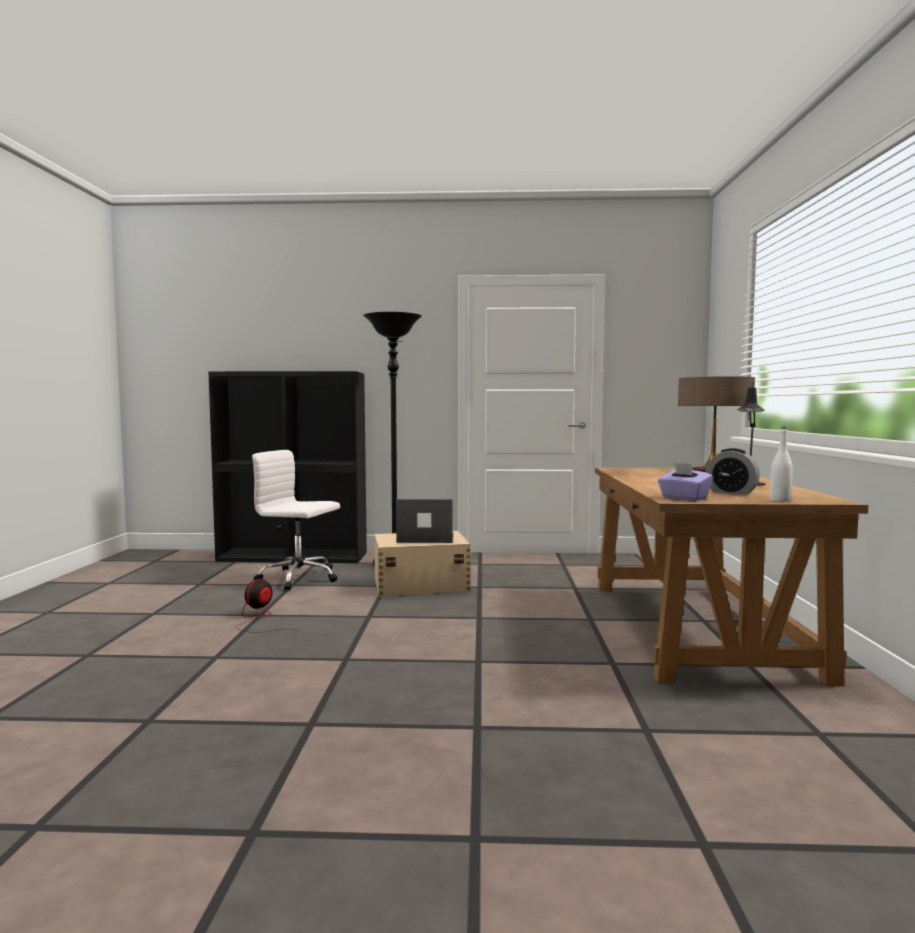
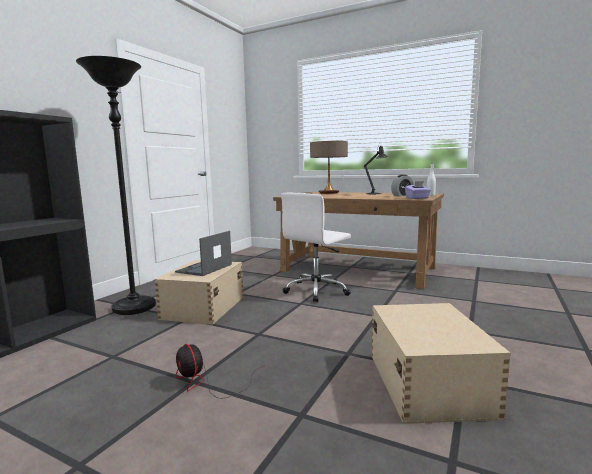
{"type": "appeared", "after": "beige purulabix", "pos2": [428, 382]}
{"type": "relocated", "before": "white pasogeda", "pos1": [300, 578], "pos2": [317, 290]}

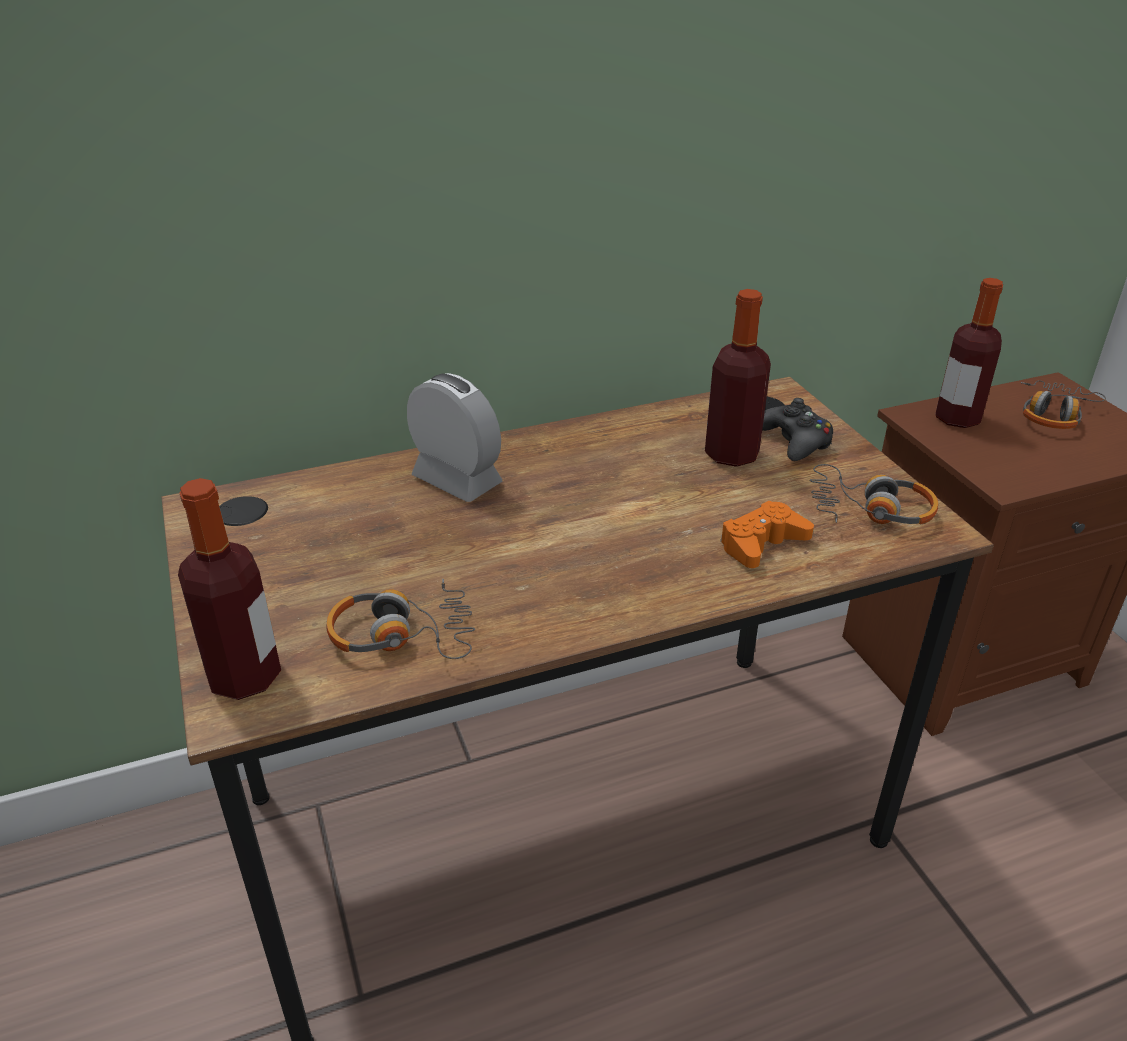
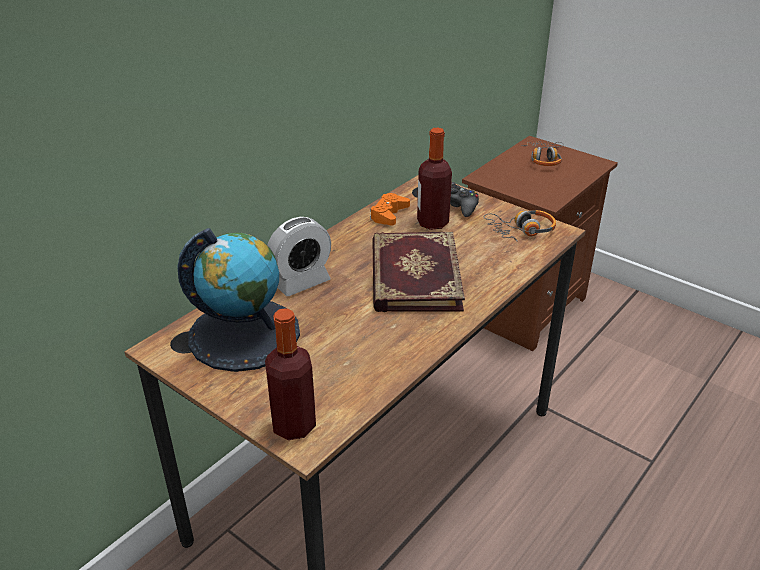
{"type": "missing", "before": "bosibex", "pos1": [402, 635]}
{"type": "missing", "before": "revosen", "pos1": [957, 418]}
{"type": "appeared", "after": "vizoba", "pos2": [244, 334]}
{"type": "appeared", "after": "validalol", "pos2": [413, 276]}
{"type": "relocated", "before": "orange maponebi", "pos1": [762, 543], "pos2": [389, 214]}
{"type": "spun", "before": "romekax", "pos1": [457, 480], "pos2": [301, 282], "turn": 135}

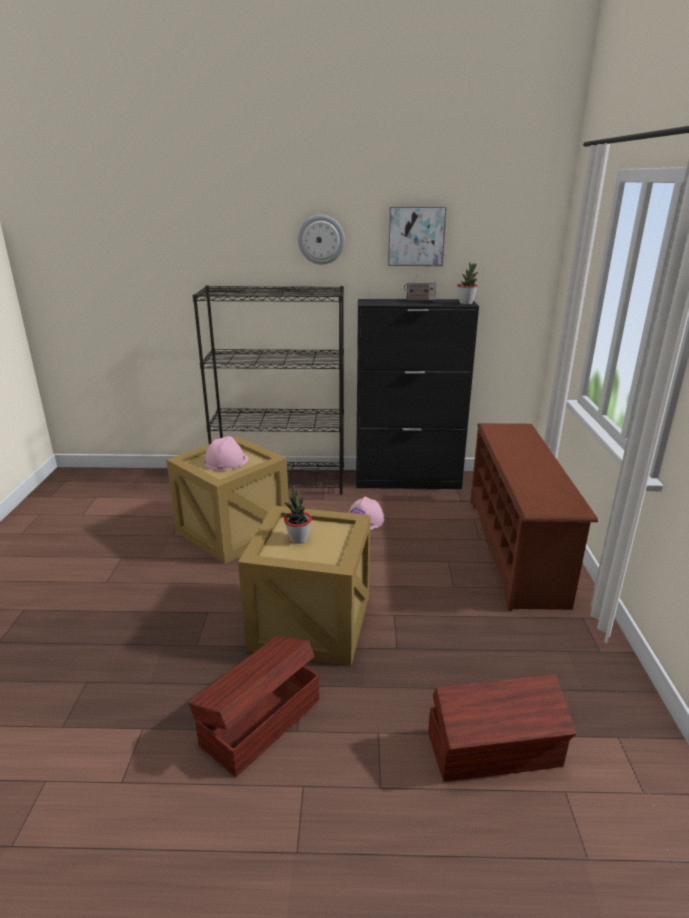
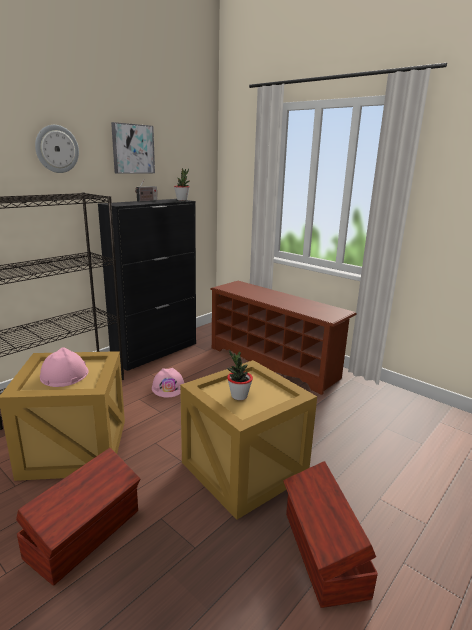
{"type": "relocated", "before": "brown purulabix", "pos1": [495, 751], "pos2": [86, 533]}

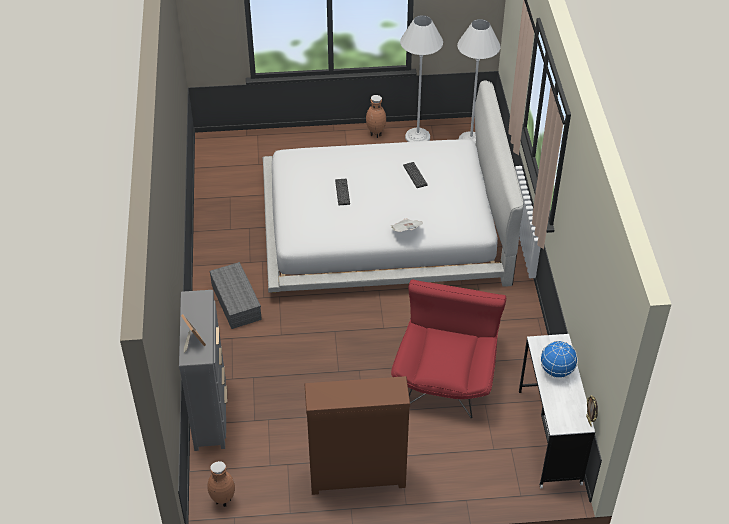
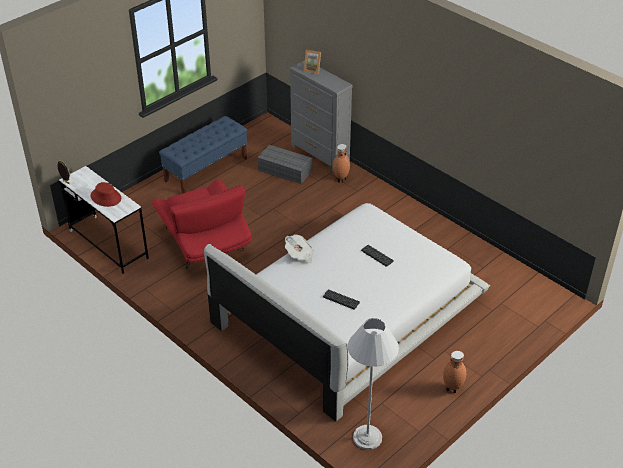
{"type": "missing", "before": "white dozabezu", "pos1": [417, 137]}
{"type": "relocated", "before": "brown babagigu", "pos1": [223, 502], "pos2": [340, 179]}
{"type": "relocated", "before": "grey purulabix", "pos1": [235, 302], "pos2": [286, 170]}
{"type": "exchanged", "before": "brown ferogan", "after": "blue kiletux", "pos1": [356, 477], "pos2": [206, 169]}
{"type": "exchanged", "before": "vizoba", "after": "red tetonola", "pos1": [556, 370], "pos2": [106, 197]}

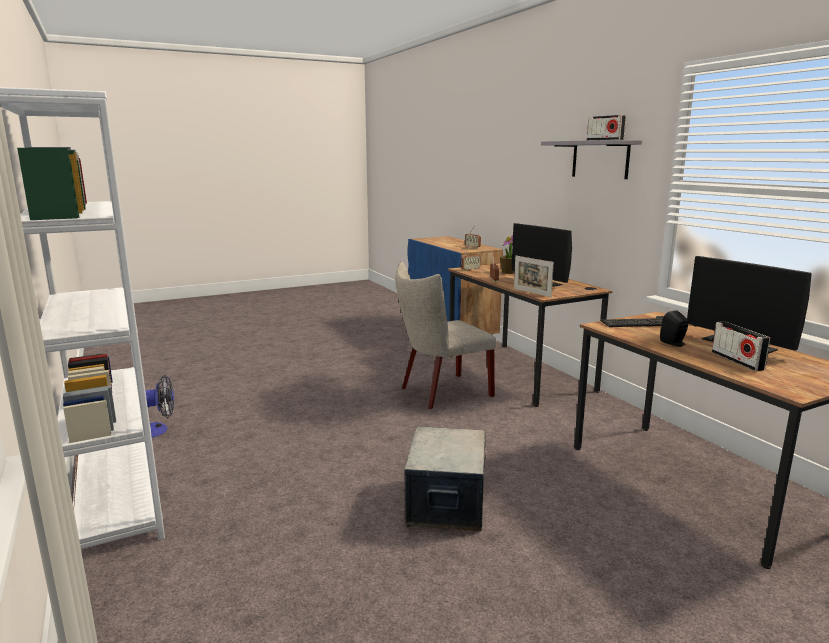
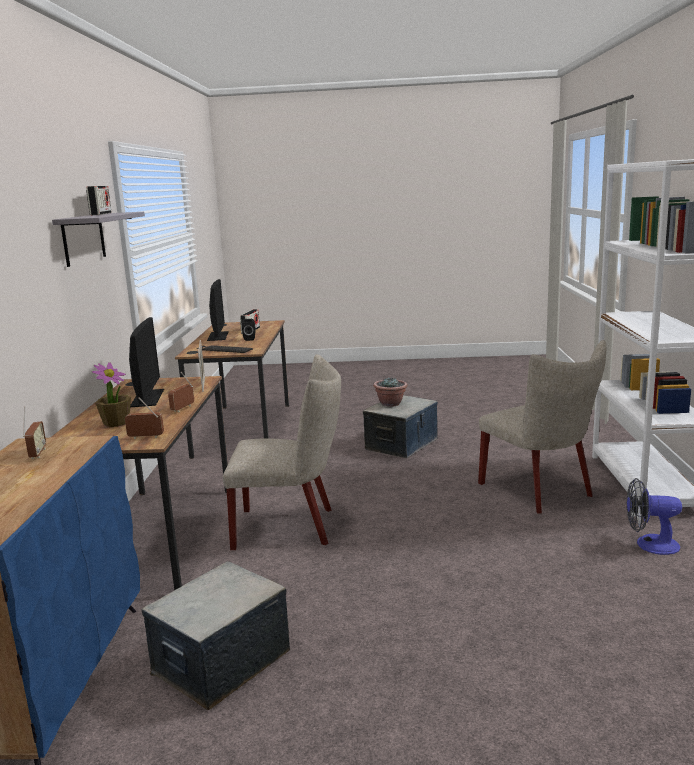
{"type": "appeared", "after": "purulabix", "pos2": [221, 662]}
{"type": "appeared", "after": "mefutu", "pos2": [391, 404]}
{"type": "appeared", "after": "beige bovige", "pos2": [541, 491]}

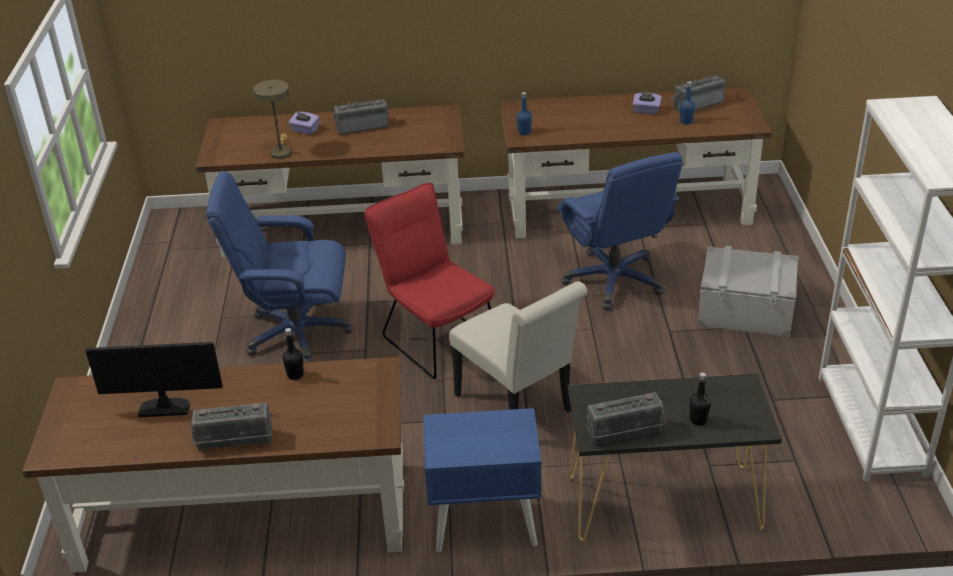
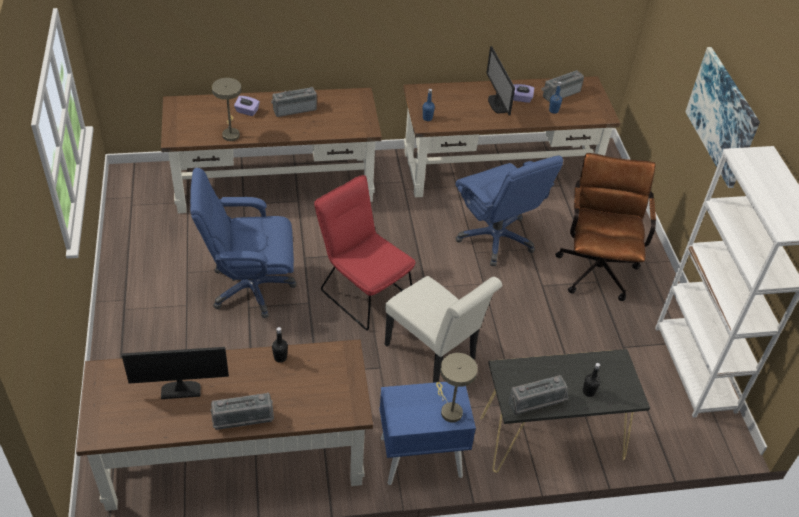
{"type": "appeared", "after": "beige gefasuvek", "pos2": [449, 410]}
{"type": "appeared", "after": "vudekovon", "pos2": [496, 104]}
{"type": "appeared", "after": "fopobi", "pos2": [722, 116]}
{"type": "exchanged", "before": "grey purulabix", "after": "brown pasogeda", "pos1": [745, 309], "pos2": [597, 265]}

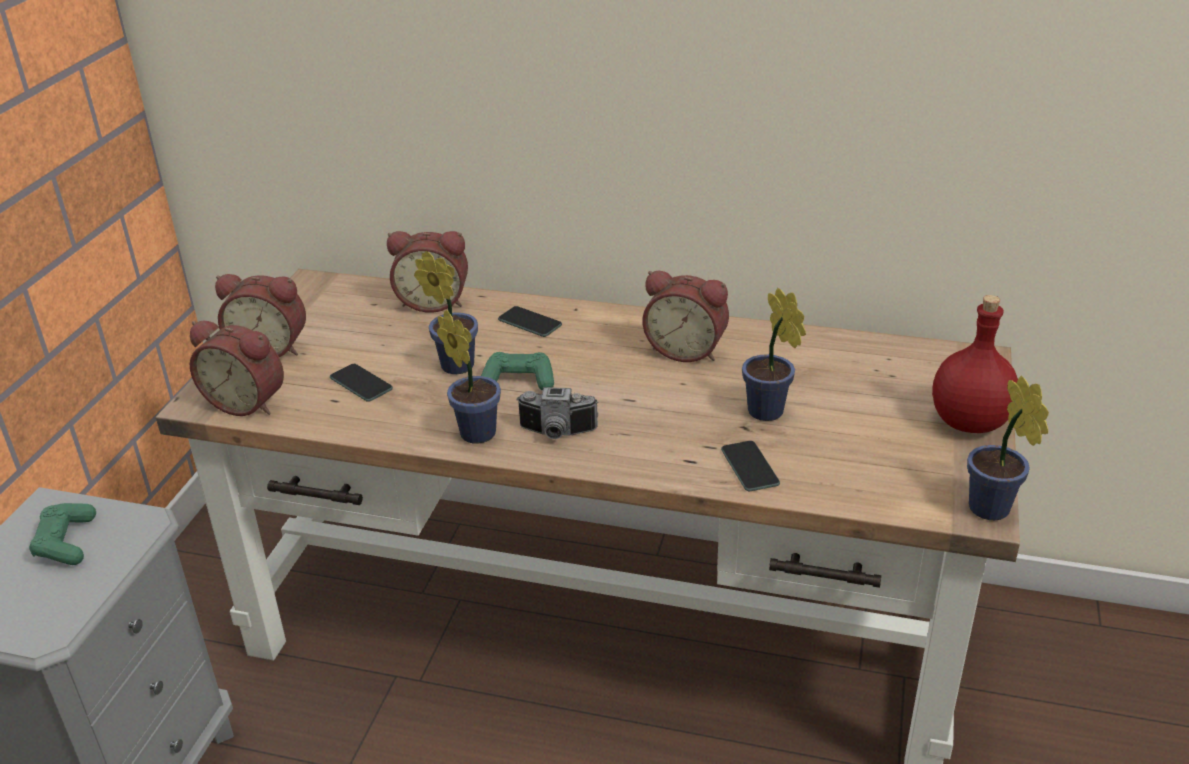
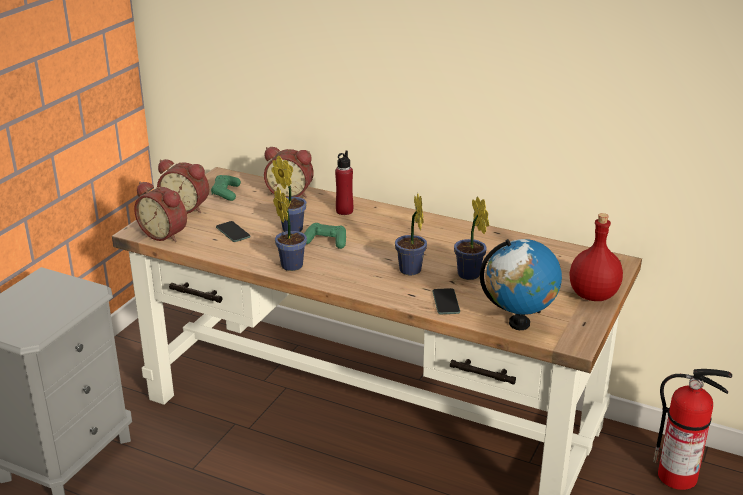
{"type": "missing", "before": "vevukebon", "pos1": [557, 434]}
{"type": "missing", "before": "romekax", "pos1": [686, 349]}
{"type": "appeared", "after": "vizoba", "pos2": [519, 323]}
{"type": "appeared", "after": "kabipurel", "pos2": [679, 476]}
{"type": "relocated", "before": "green maponebi", "pos1": [66, 542], "pos2": [226, 193]}
{"type": "relocated", "before": "mefutu", "pos1": [992, 511], "pos2": [410, 272]}
{"type": "exchanged", "before": "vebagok", "after": "red revosen", "pos1": [529, 322], "pos2": [344, 211]}

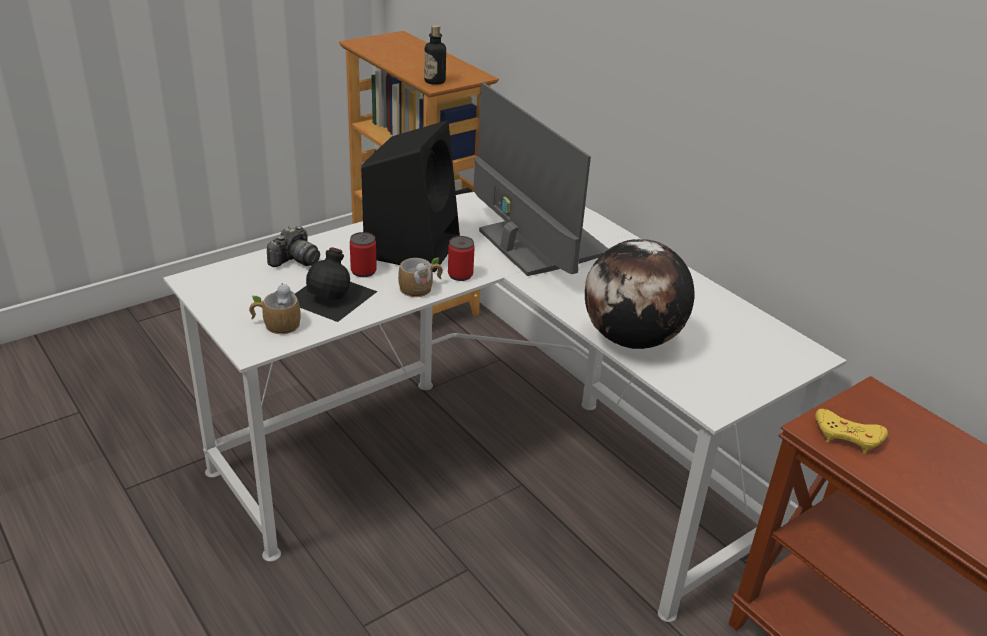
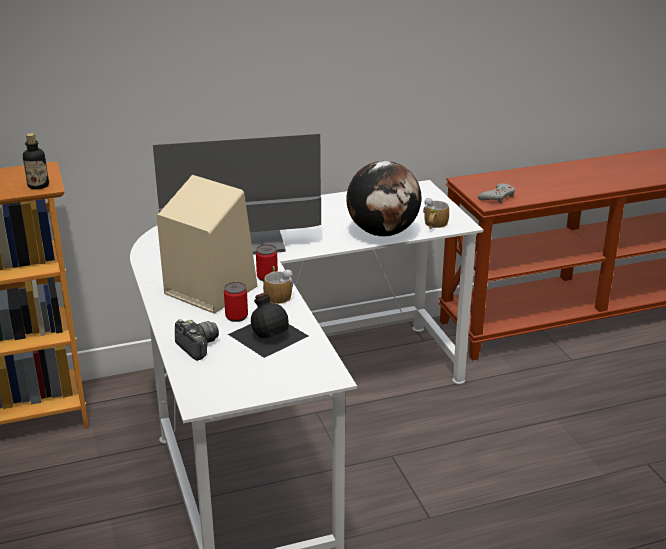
{"type": "relocated", "before": "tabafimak", "pos1": [276, 324], "pos2": [434, 225]}
{"type": "colour", "before": "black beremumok", "after": "beige beremumok", "pos1": [413, 246], "pos2": [208, 290]}
{"type": "colour", "before": "yellow maponebi", "after": "grey maponebi", "pos1": [848, 436], "pos2": [497, 197]}

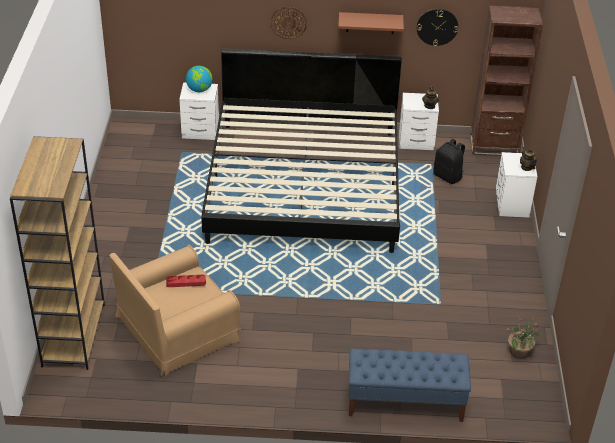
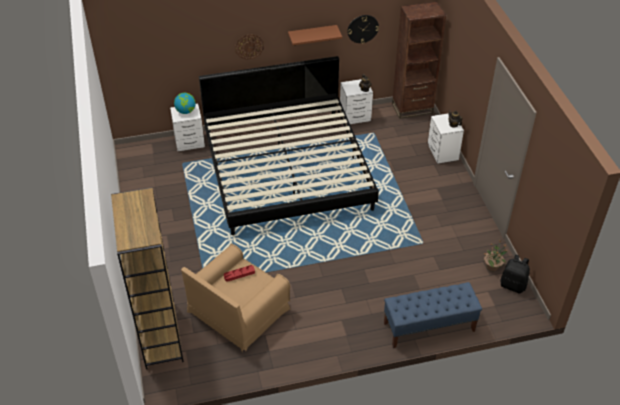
{"type": "relocated", "before": "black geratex", "pos1": [448, 176], "pos2": [513, 285]}

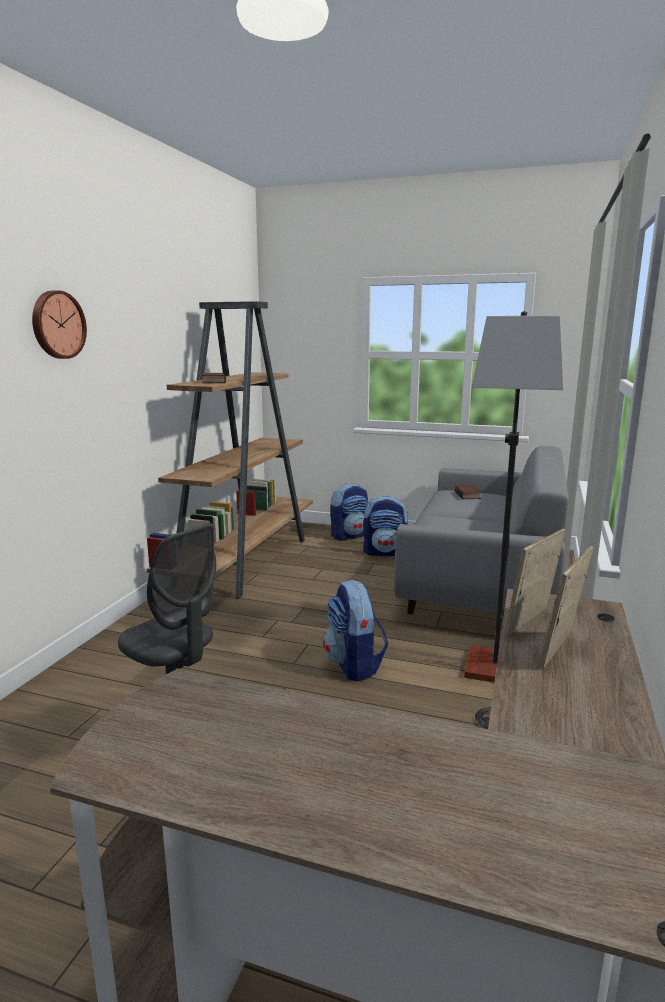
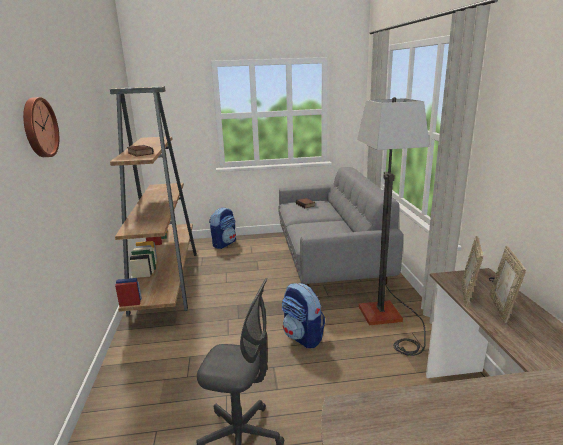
{"type": "missing", "before": "geratex", "pos1": [385, 552]}

